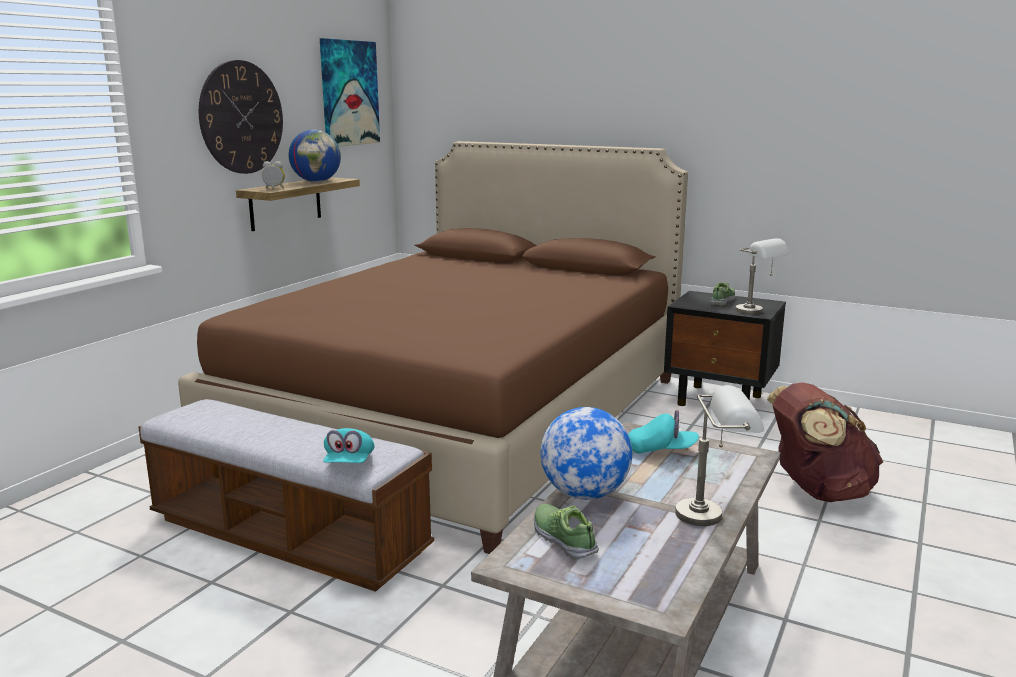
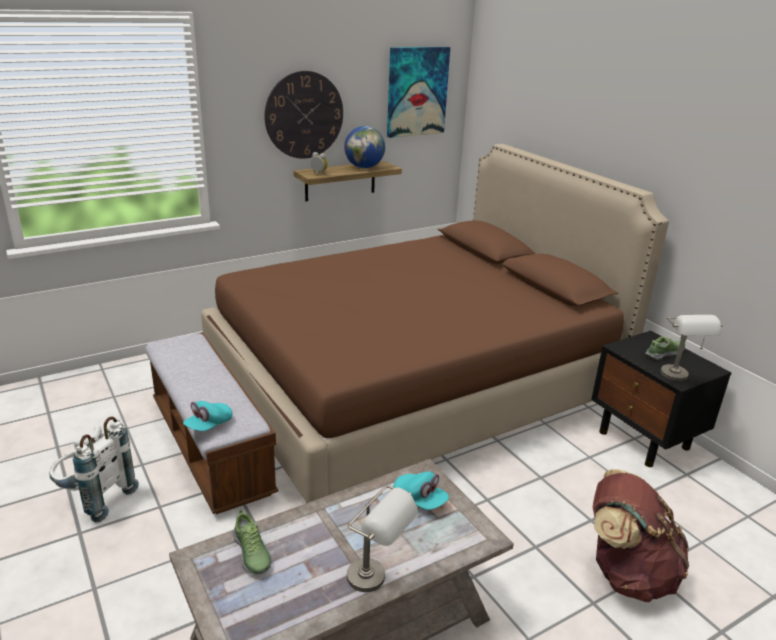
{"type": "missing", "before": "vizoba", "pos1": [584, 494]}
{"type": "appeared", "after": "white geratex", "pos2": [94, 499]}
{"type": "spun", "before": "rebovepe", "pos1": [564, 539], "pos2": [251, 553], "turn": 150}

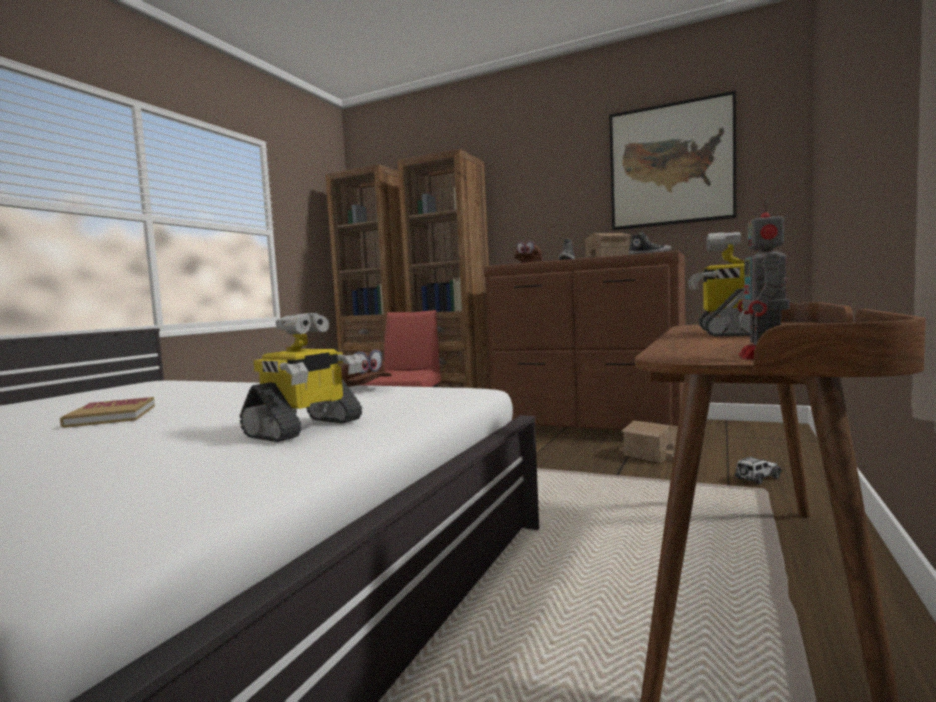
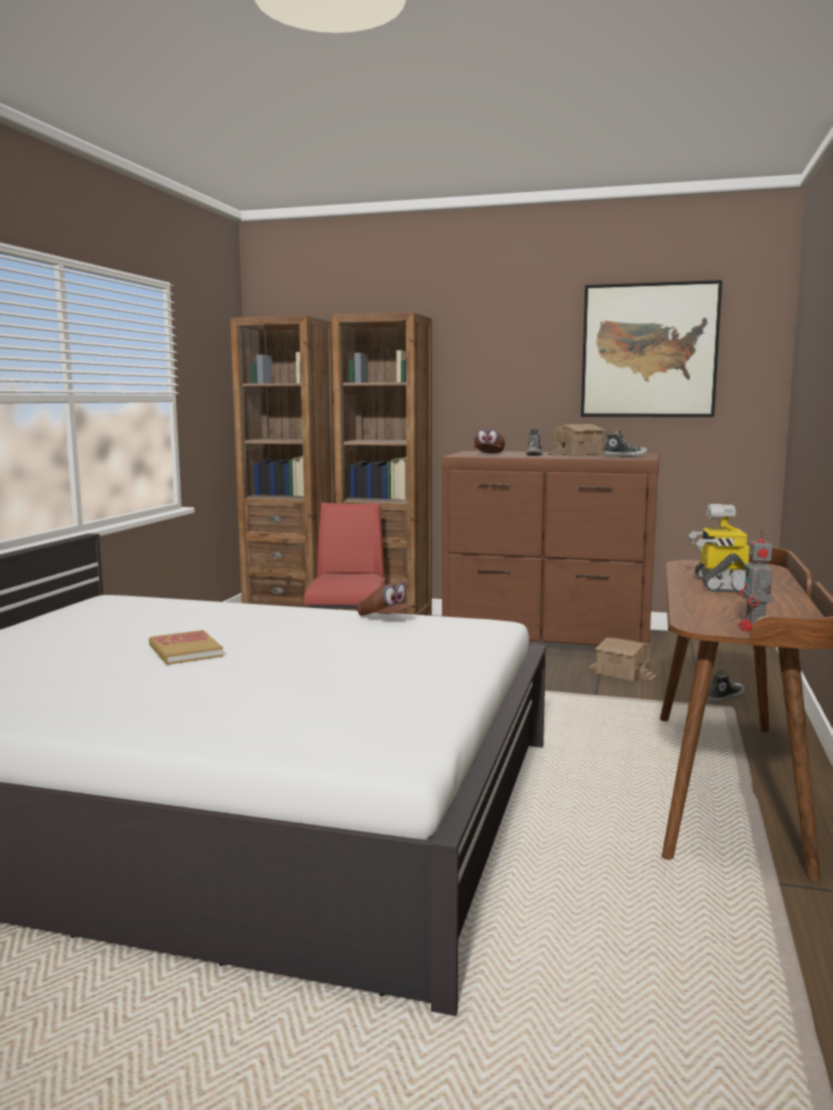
{"type": "missing", "before": "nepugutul", "pos1": [305, 428]}
{"type": "exchanged", "before": "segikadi", "after": "rebovepe", "pos1": [757, 479], "pos2": [725, 697]}

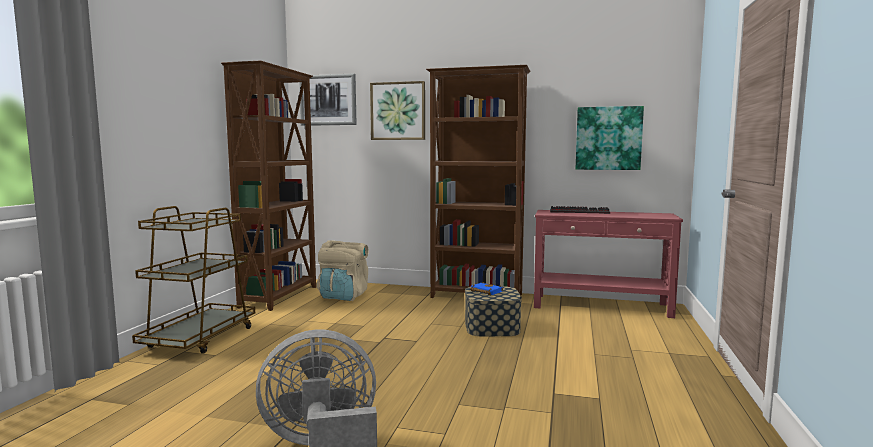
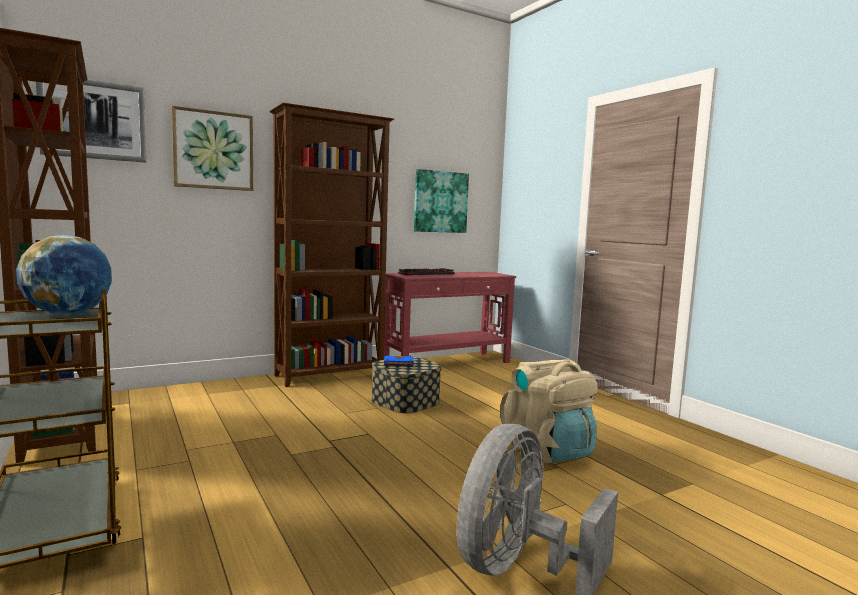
{"type": "appeared", "after": "vizoba", "pos2": [69, 314]}
{"type": "relocated", "before": "beige geratex", "pos1": [343, 296], "pos2": [548, 450]}

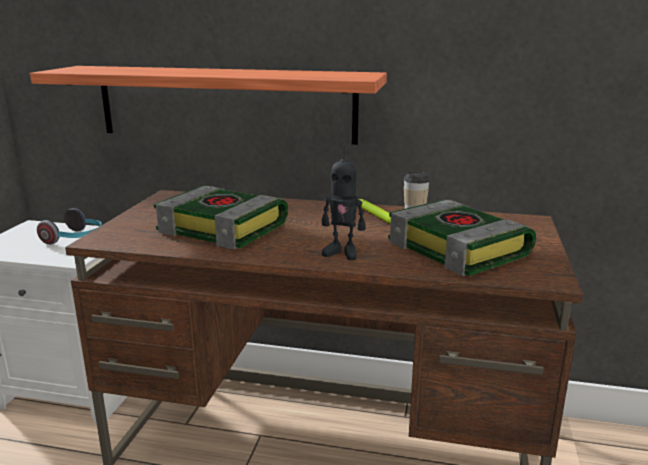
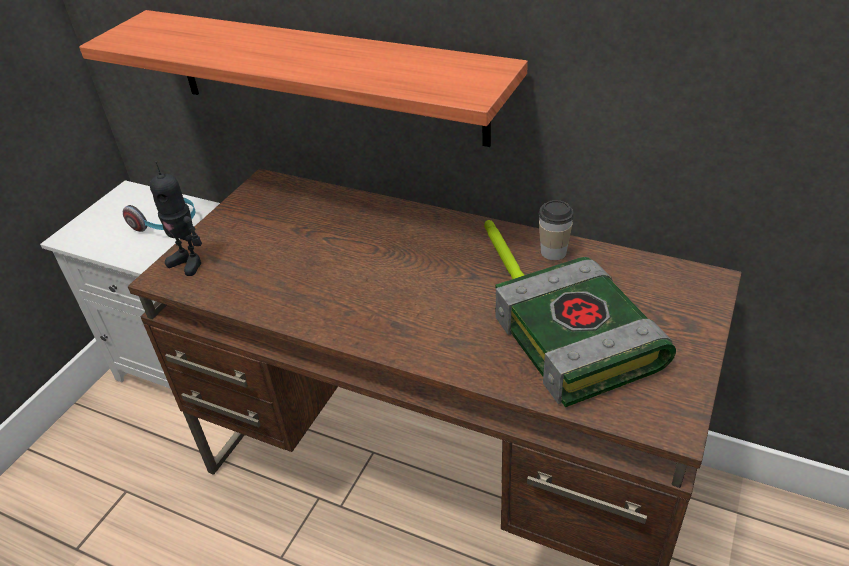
{"type": "missing", "before": "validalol", "pos1": [225, 228]}
{"type": "relocated", "before": "nepugutul", "pos1": [342, 253], "pos2": [188, 262]}

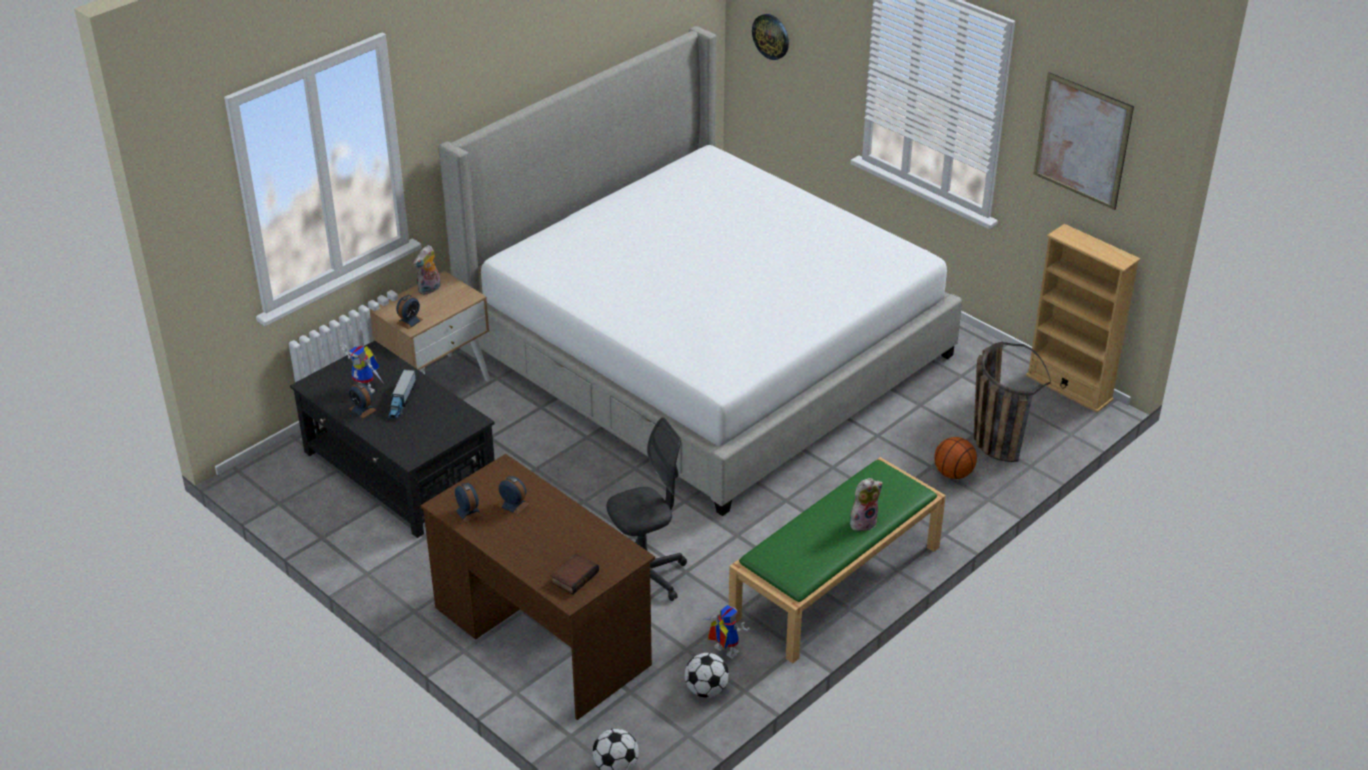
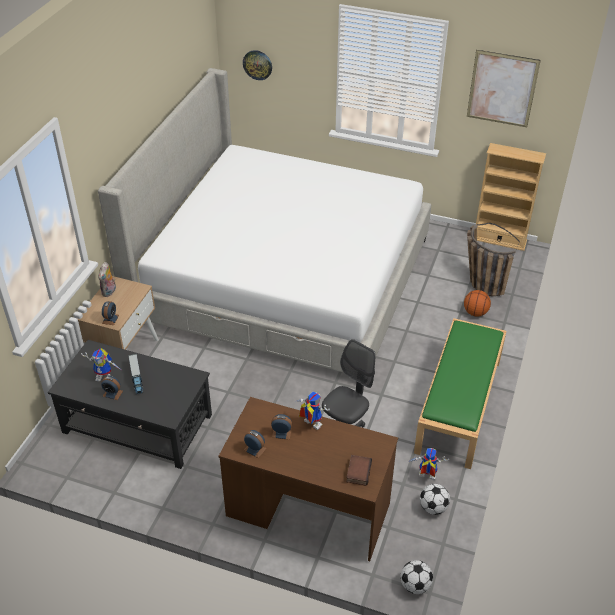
{"type": "missing", "before": "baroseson", "pos1": [863, 522]}
{"type": "appeared", "after": "nepugutul", "pos2": [310, 424]}

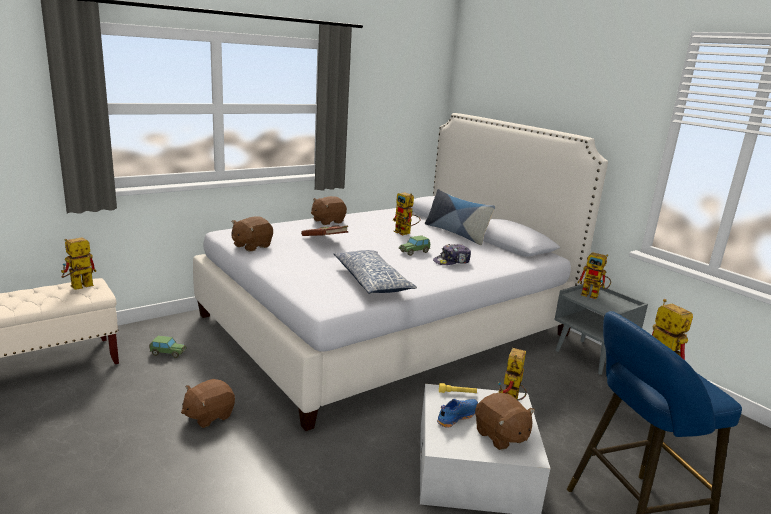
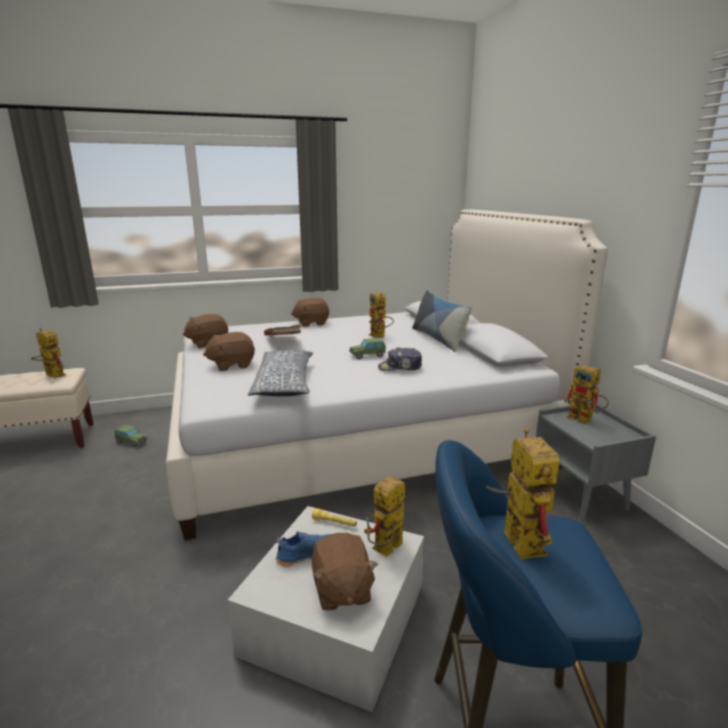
{"type": "relocated", "before": "brown baroseson", "pos1": [208, 415], "pos2": [232, 365]}
{"type": "spun", "before": "nepugutul", "pos1": [78, 288], "pos2": [51, 375], "turn": 60}

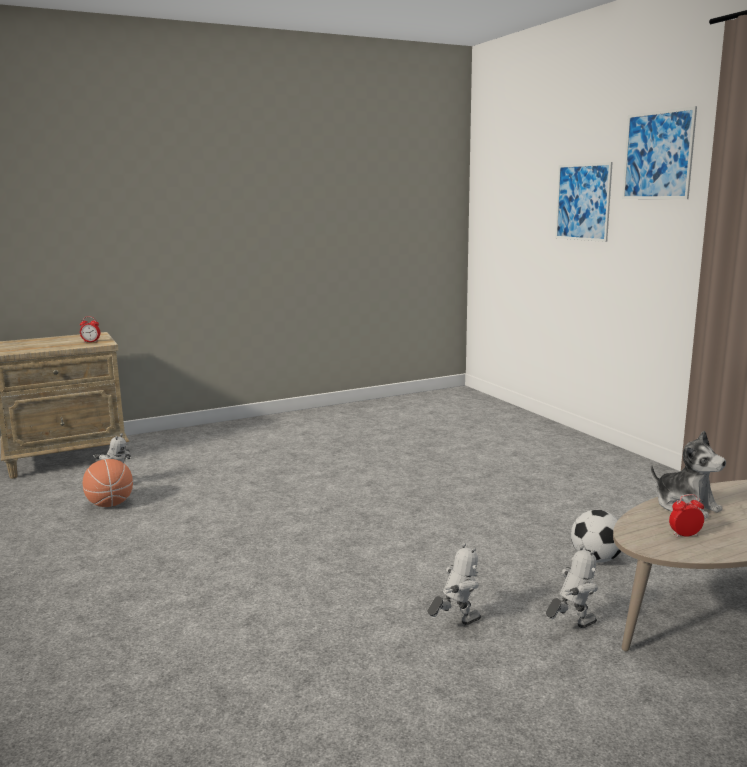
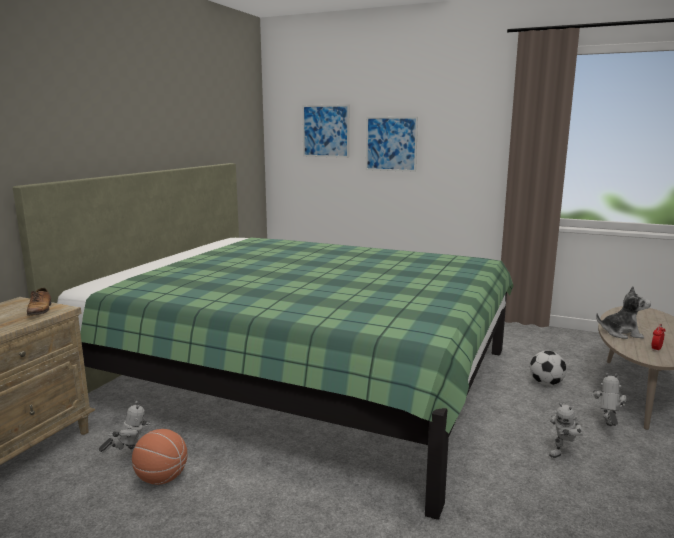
{"type": "appeared", "after": "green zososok", "pos2": [302, 377]}
{"type": "relocated", "before": "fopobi", "pos1": [658, 155], "pos2": [325, 131]}
{"type": "exchanged", "before": "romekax", "after": "rebovepe", "pos1": [91, 342], "pos2": [40, 310]}
{"type": "spun", "before": "nepugutul", "pos1": [455, 624], "pos2": [563, 453], "turn": -150}

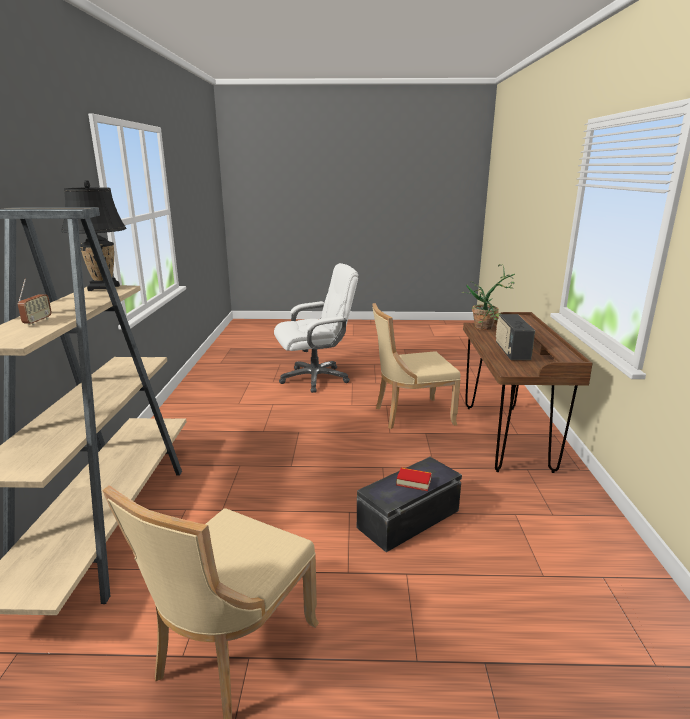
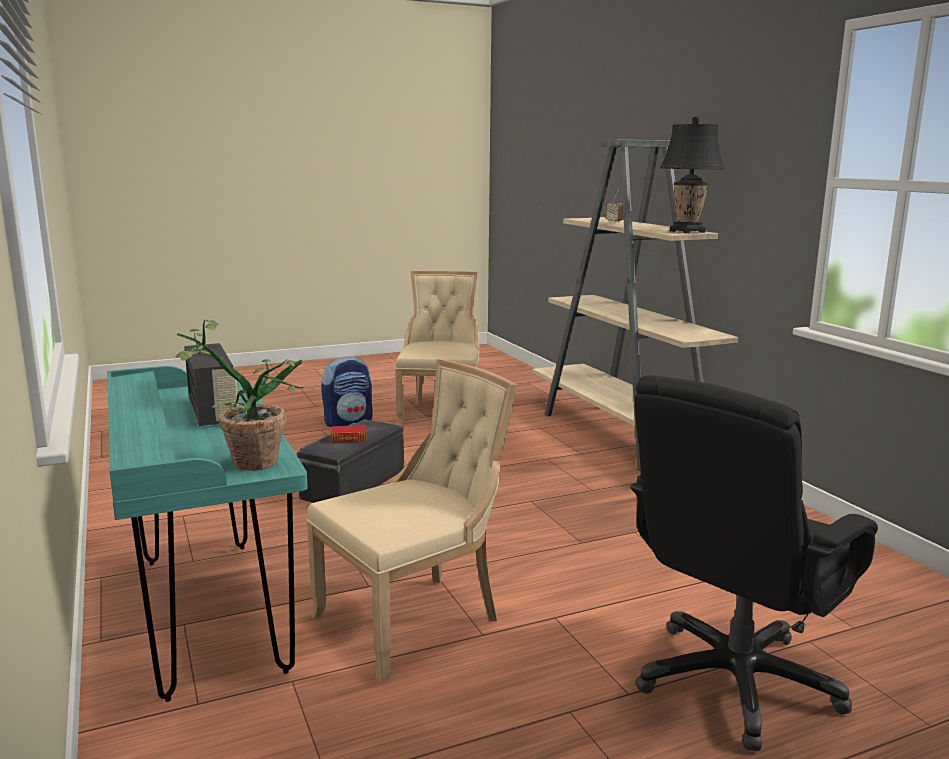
{"type": "appeared", "after": "geratex", "pos2": [348, 422]}
{"type": "colour", "before": "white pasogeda", "after": "black pasogeda", "pos1": [315, 378], "pos2": [736, 682]}
{"type": "colour", "before": "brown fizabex", "after": "turquoise fizabex", "pos1": [506, 436], "pos2": [209, 612]}

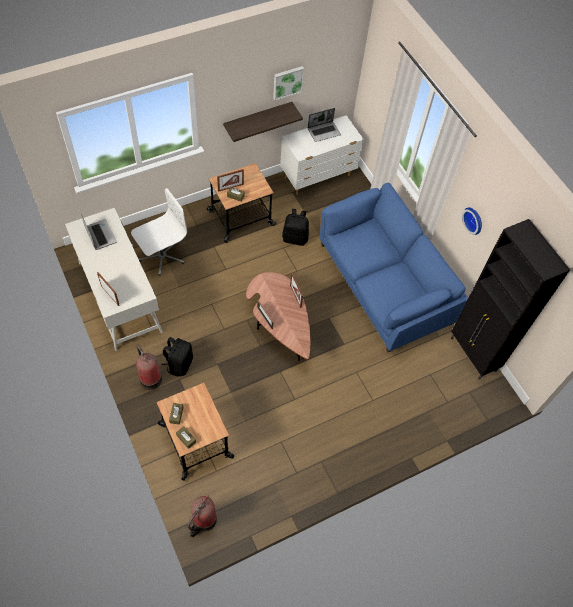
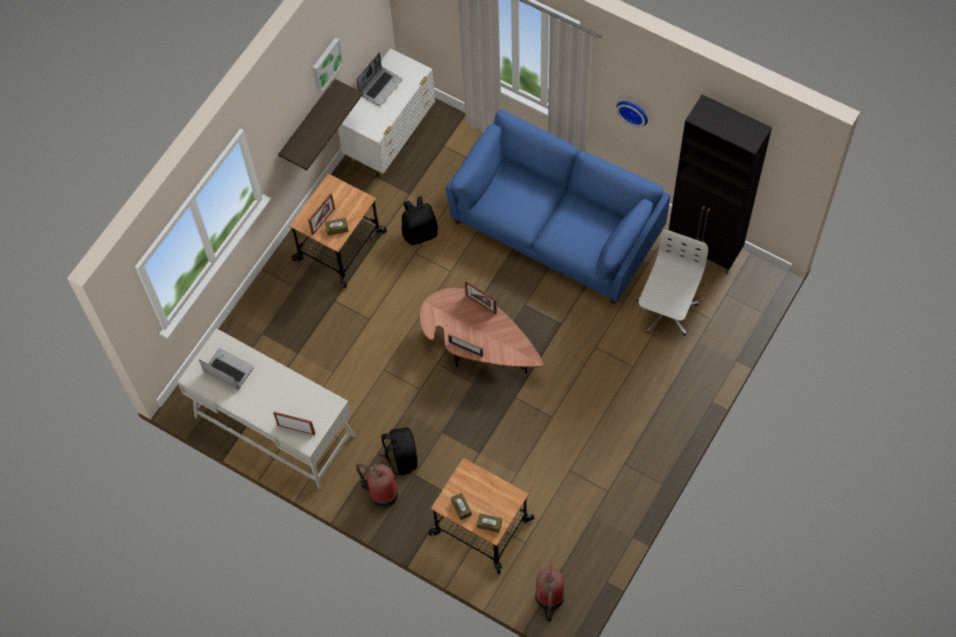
{"type": "relocated", "before": "white pasogeda", "pos1": [162, 256], "pos2": [666, 311]}

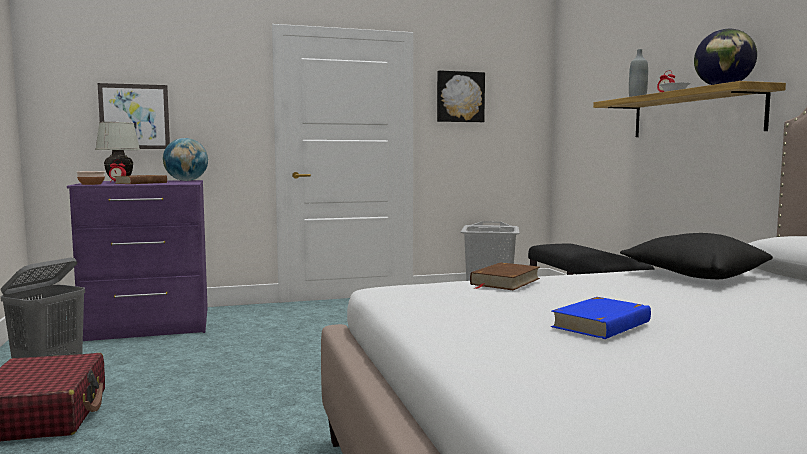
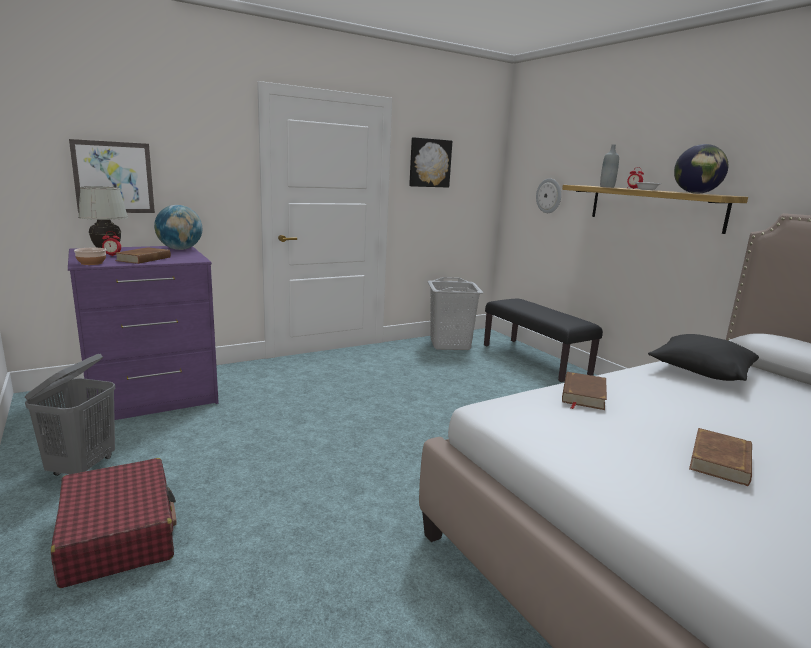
{"type": "appeared", "after": "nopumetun", "pos2": [549, 196]}
{"type": "colour", "before": "blue validalol", "after": "brown validalol", "pos1": [602, 324], "pos2": [721, 461]}

